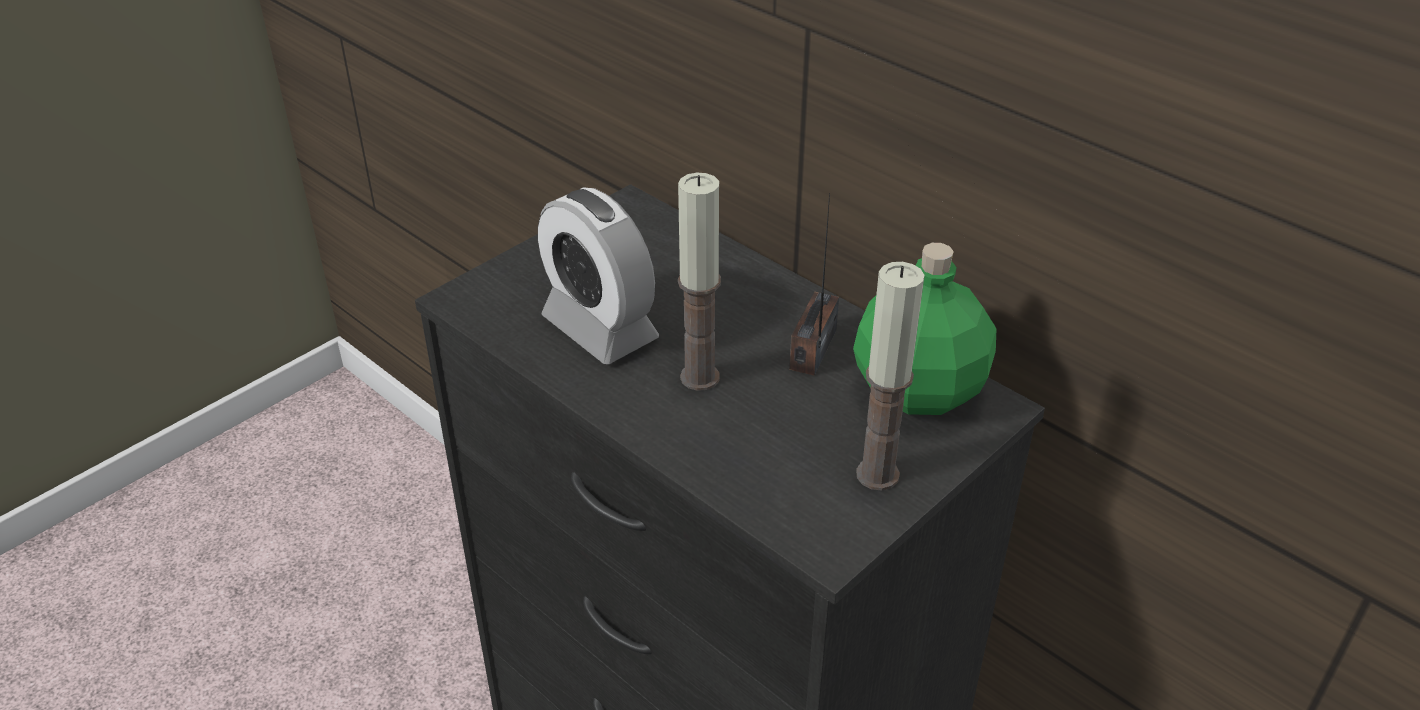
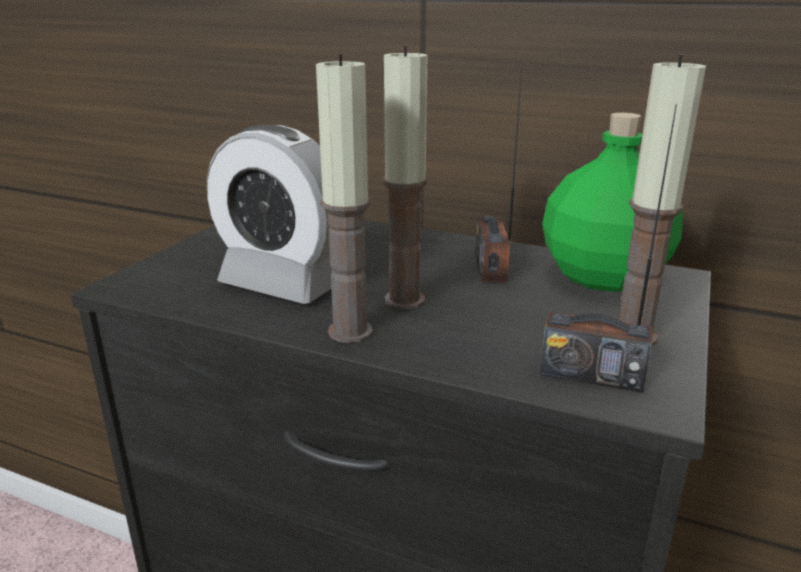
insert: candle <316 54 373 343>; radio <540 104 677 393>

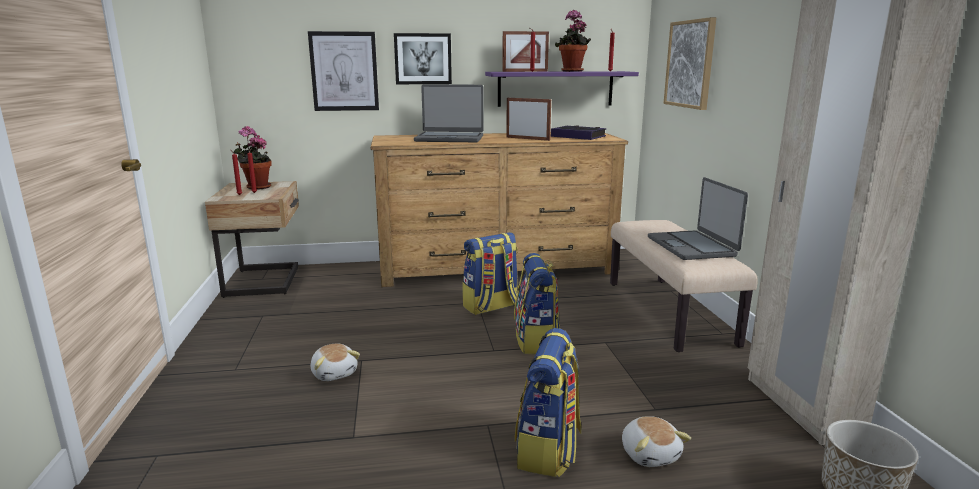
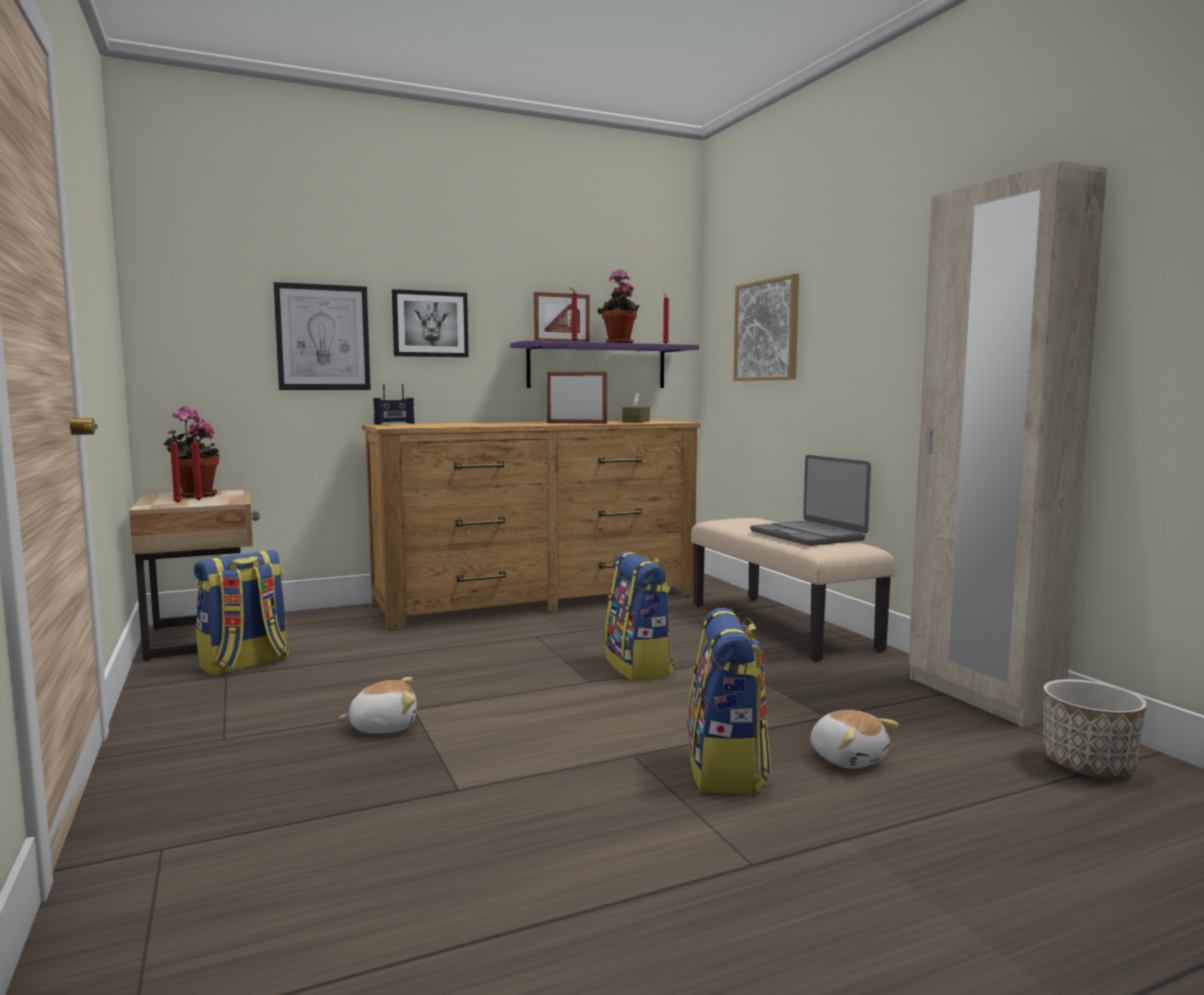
delete: laptop <414 84 484 142>
insert: radio <373 384 415 424>
move: backpack <463 232 518 315> to <194 550 289 675>
replace: book <551 125 606 140> to tissue box/brown <622 393 650 423>
rotate: plush toy <311 343 360 381> = <339 677 417 733> 60 degrees counterclockwise

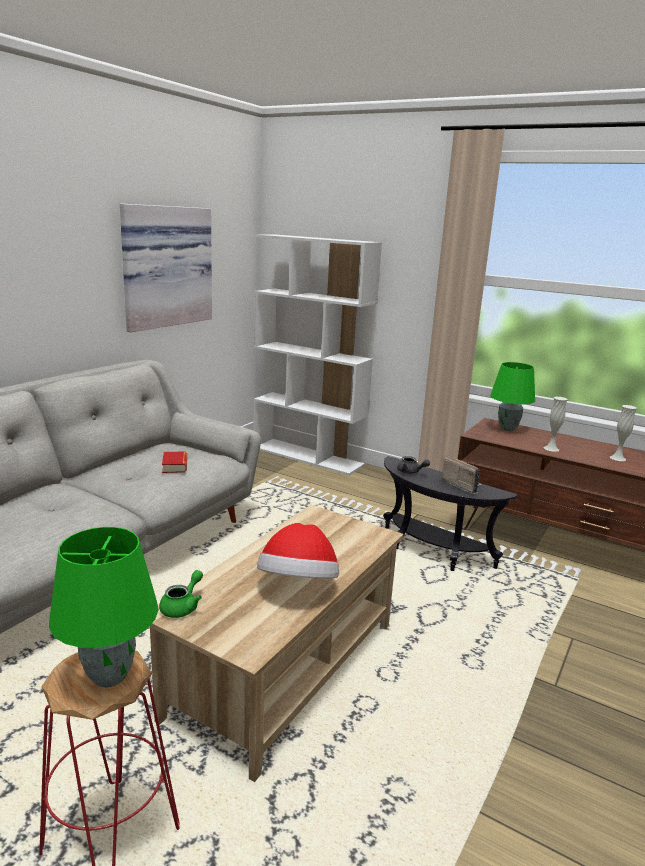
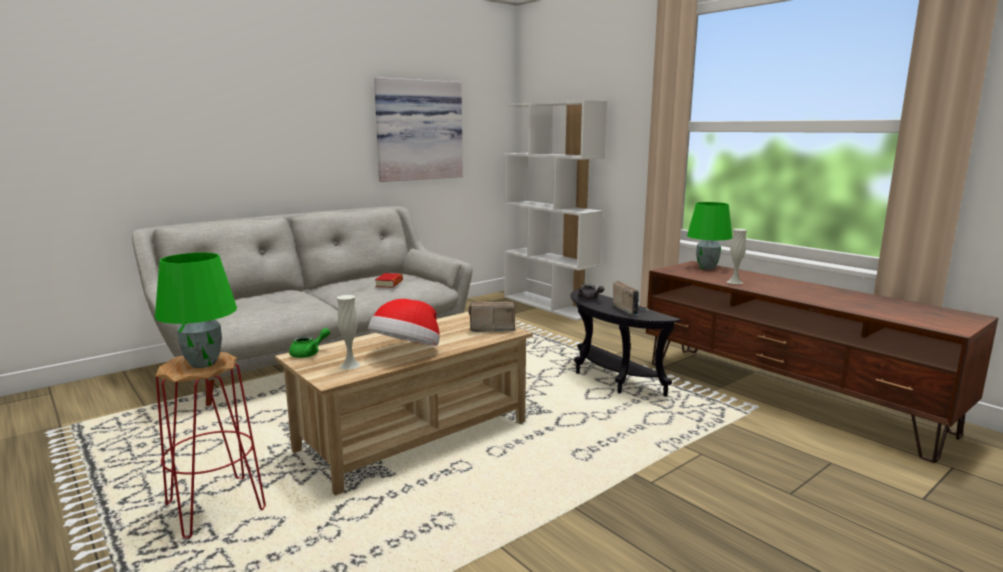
insert: radio <468 302 516 332>
move: vase/white <610 405 637 461> to <337 295 361 369>

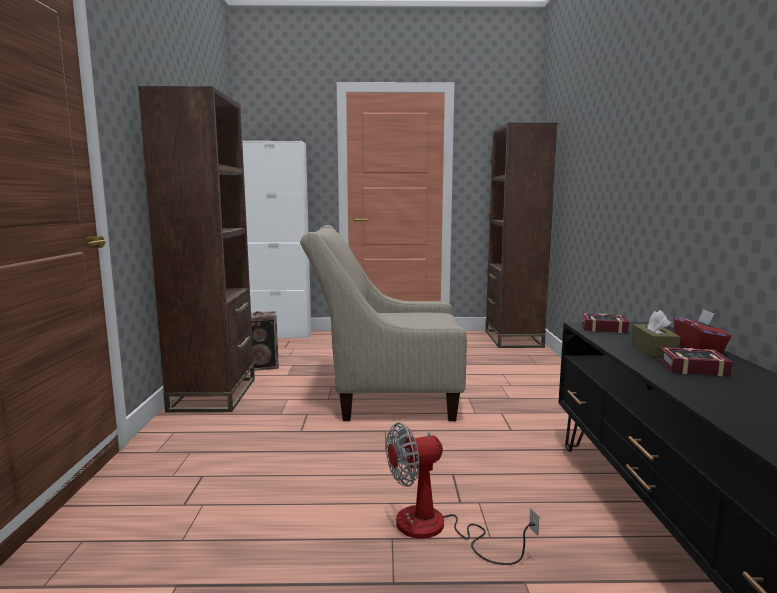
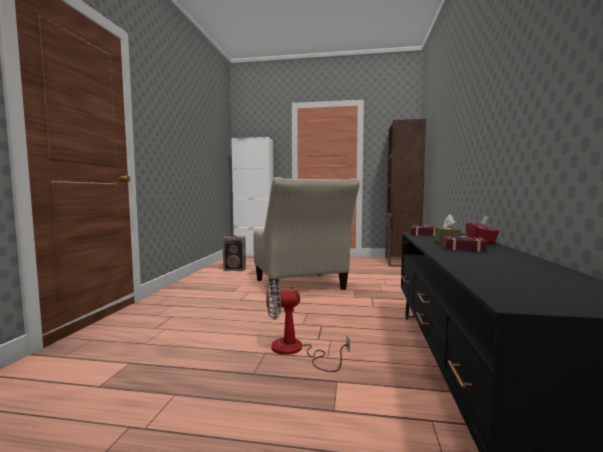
delete: bookcase/brown <138 86 255 412>
rotate: armchair/beige <300 225 467 421> = <253 177 360 296> 120 degrees counterclockwise

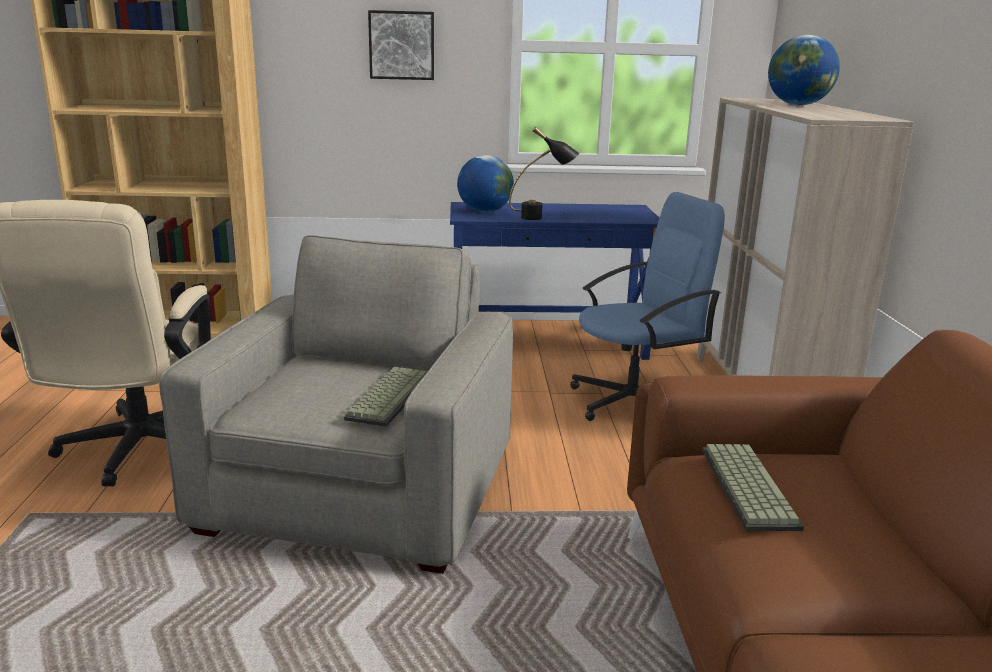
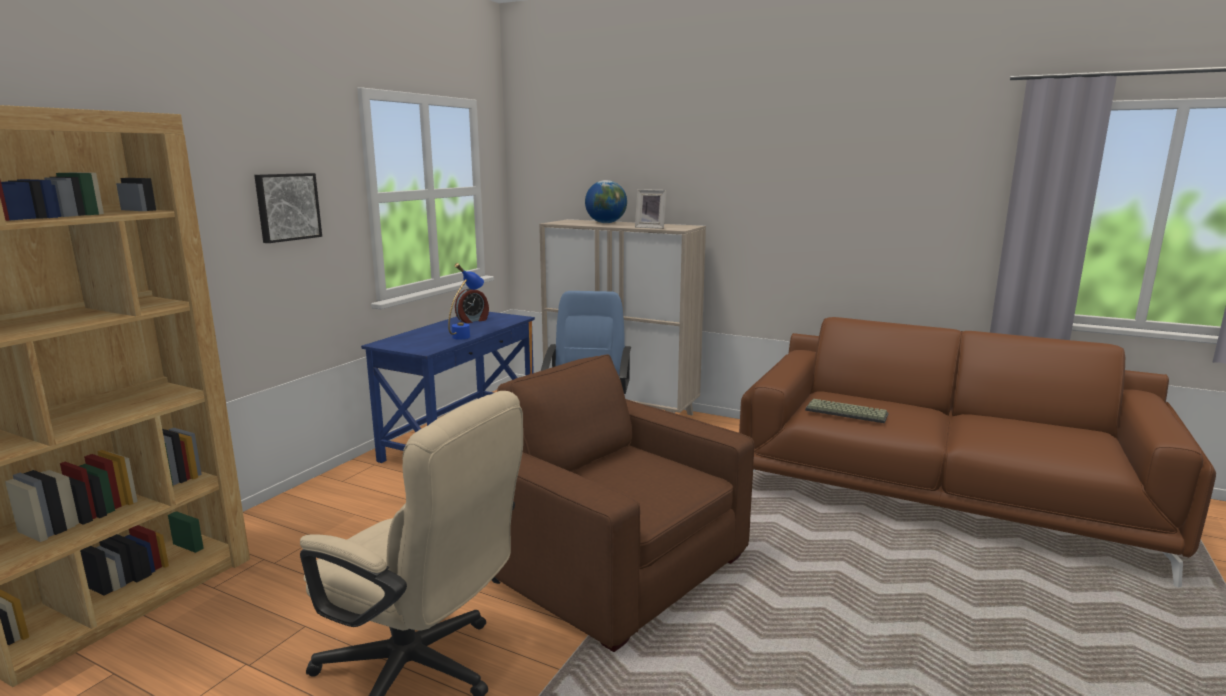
delete: globe <457 155 514 212>; keyboard <344 367 427 427>
insert: picture frame <635 189 667 229>; alarm clock <455 288 489 323>
recolor: table lamp/black <509 127 579 220> to table lamp/blue <448 263 484 340>; armchair/grey <159 235 513 574> to armchair/brown <495 354 755 652>

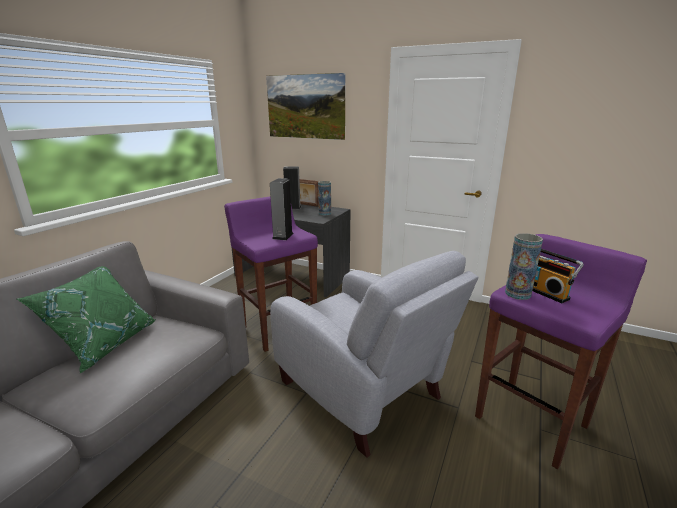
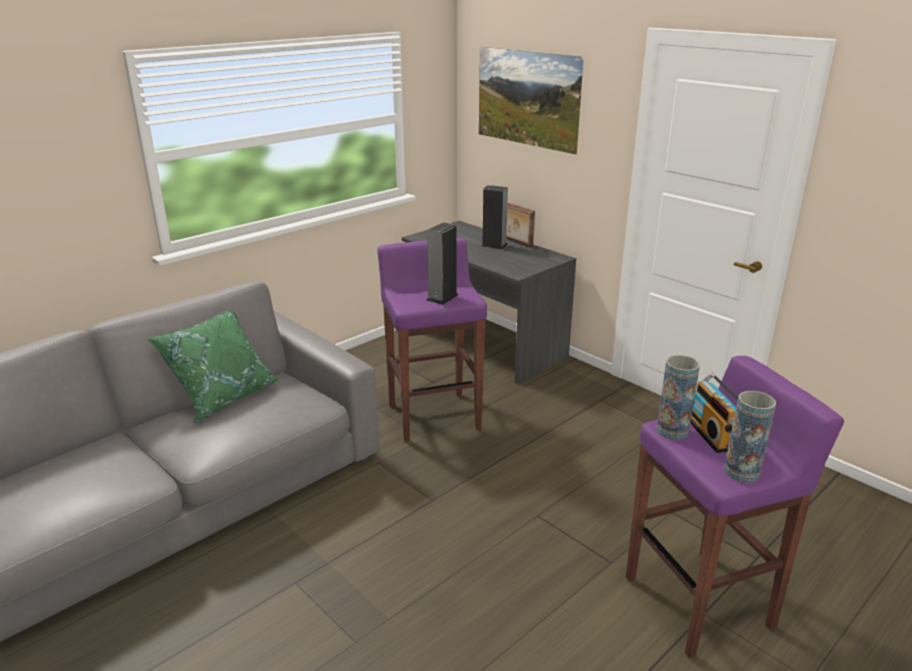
delete: armchair/grey <270 251 479 458>
move: vase <318 181 331 216> to <724 391 776 483>

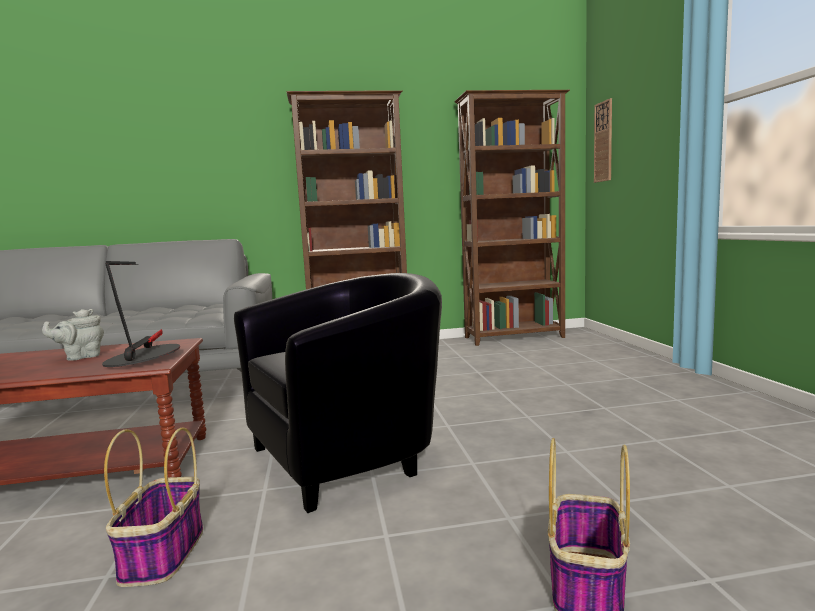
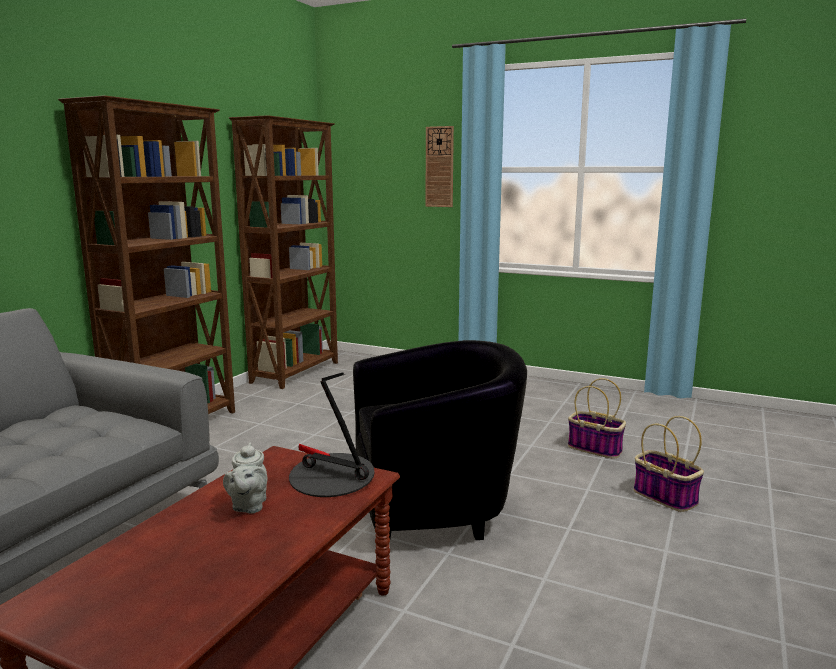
move: wall clock <594 98 612 183> to <426 126 454 207>; basket <104 427 203 587> to <568 378 626 459>
rotate: armchair/black <234 273 442 513> = <353 340 527 544> 75 degrees clockwise

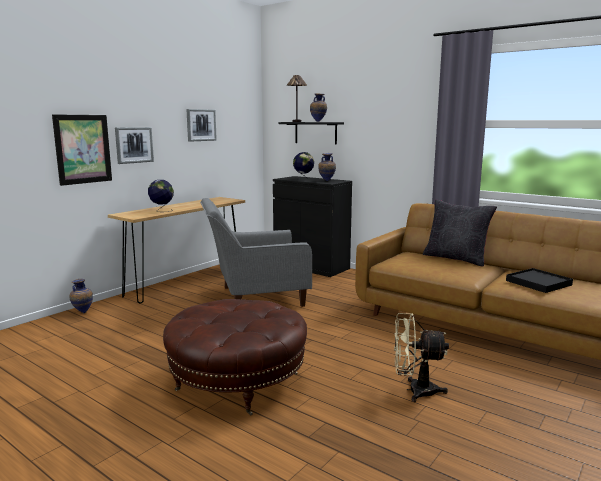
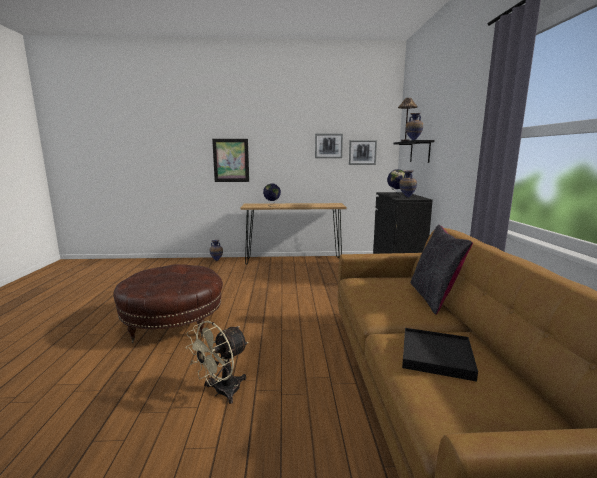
delete: armchair/grey <200 198 312 307>
move: picture <115 127 154 164> to <349 140 377 165>
rotate: fan/beige <394 313 449 402> = <185 321 248 404> 105 degrees counterclockwise

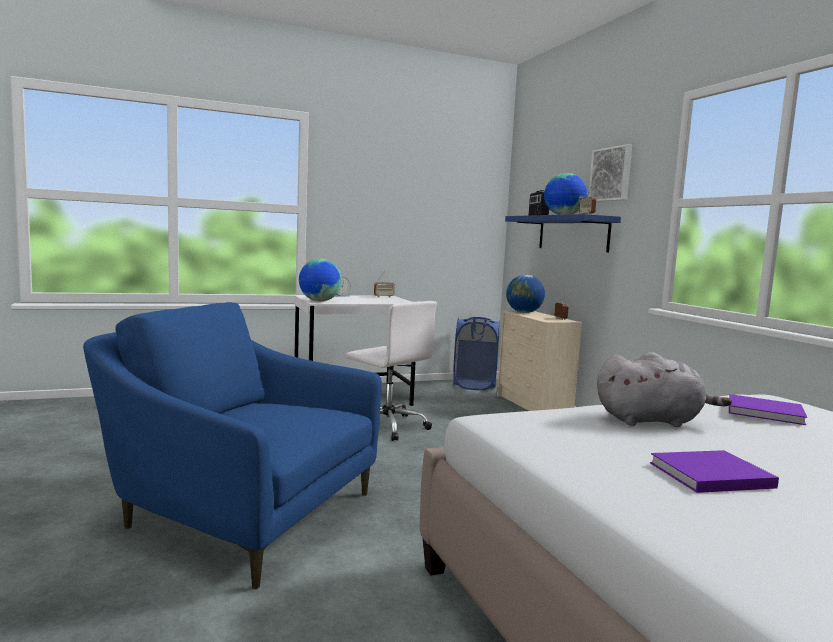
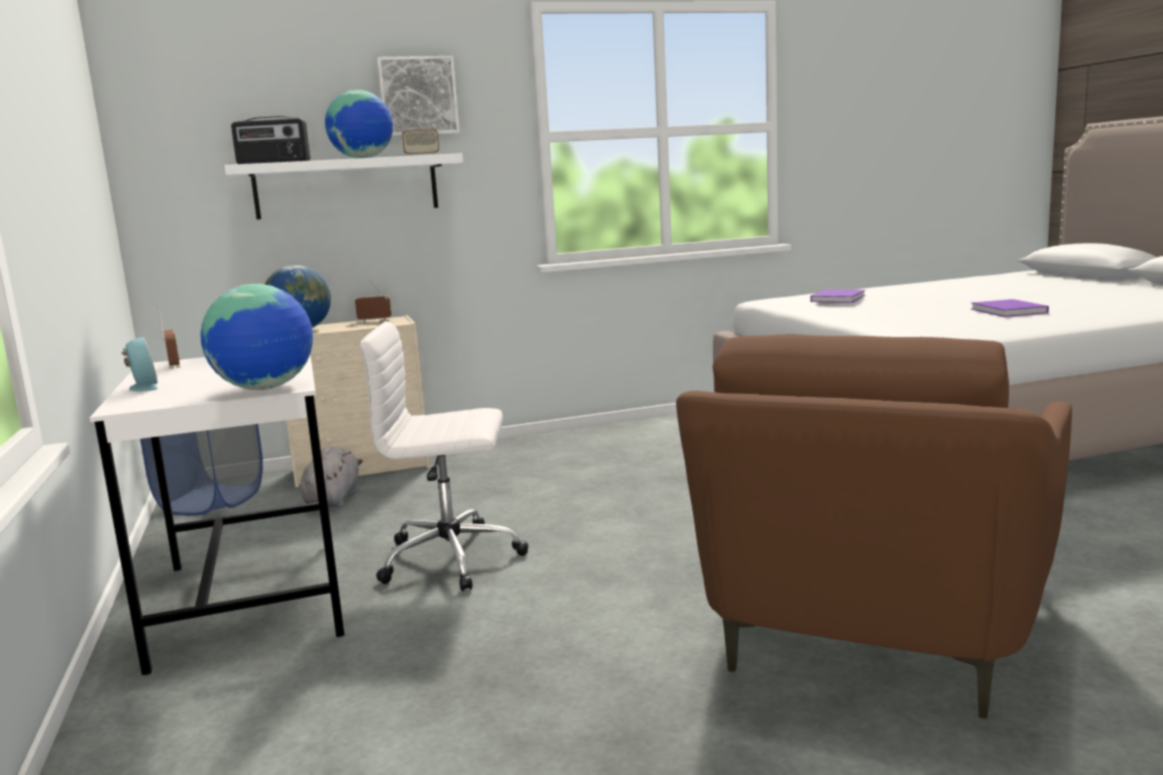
move: plush toy/grey <597 352 732 427> to <300 446 363 507>
recolor: shelf/blue <505 214 621 252> to shelf/white <224 153 463 220>; armchair/blue <83 302 382 589> to armchair/brown <676 335 1072 719>
rotate: office chair/white <345 301 437 441> = <360 321 528 591> 135 degrees counterclockwise

